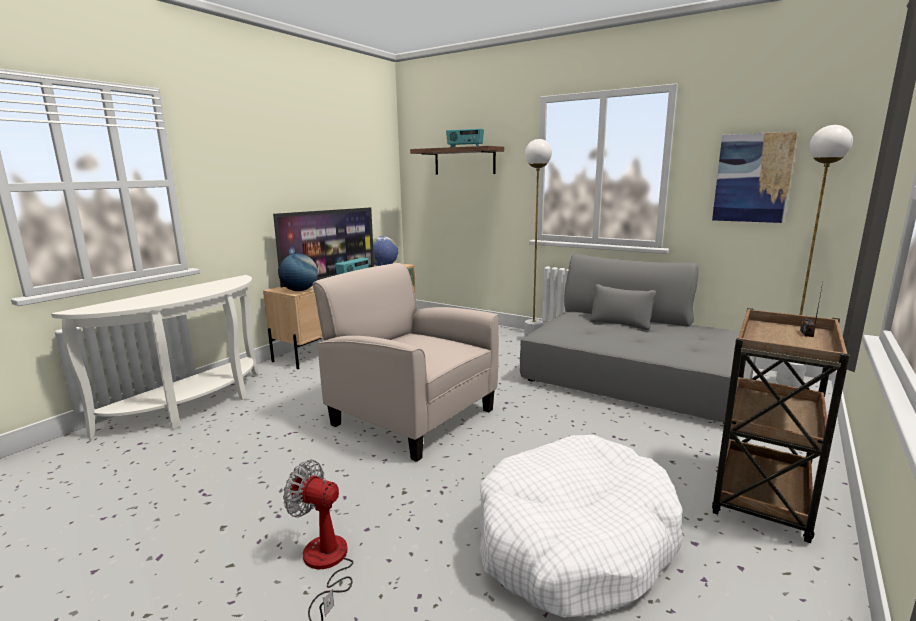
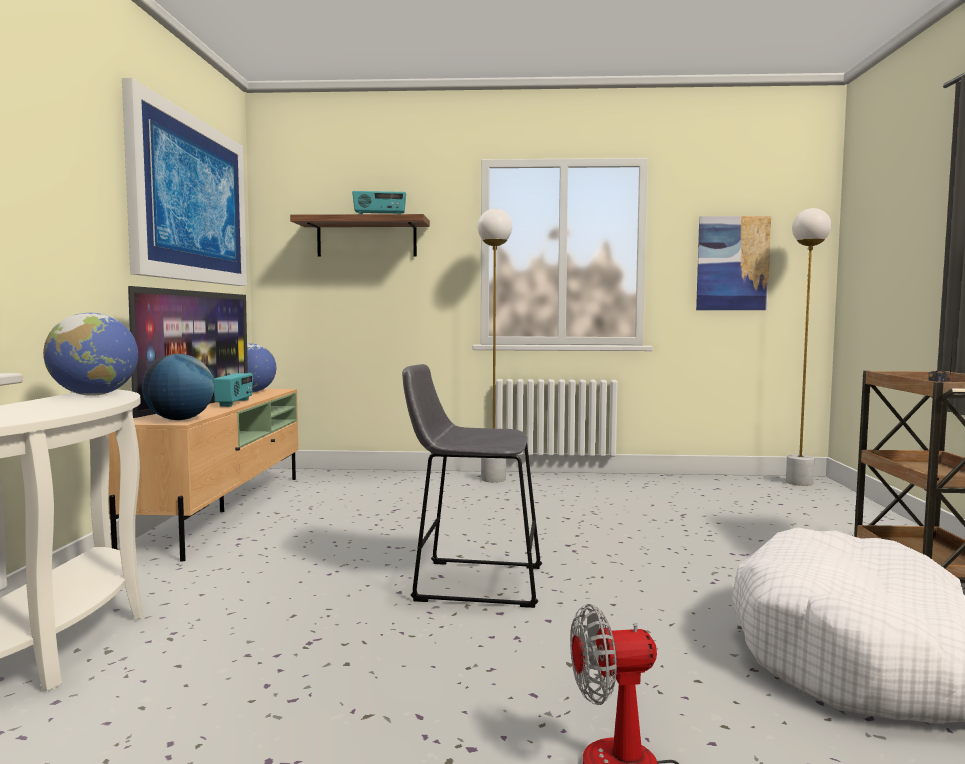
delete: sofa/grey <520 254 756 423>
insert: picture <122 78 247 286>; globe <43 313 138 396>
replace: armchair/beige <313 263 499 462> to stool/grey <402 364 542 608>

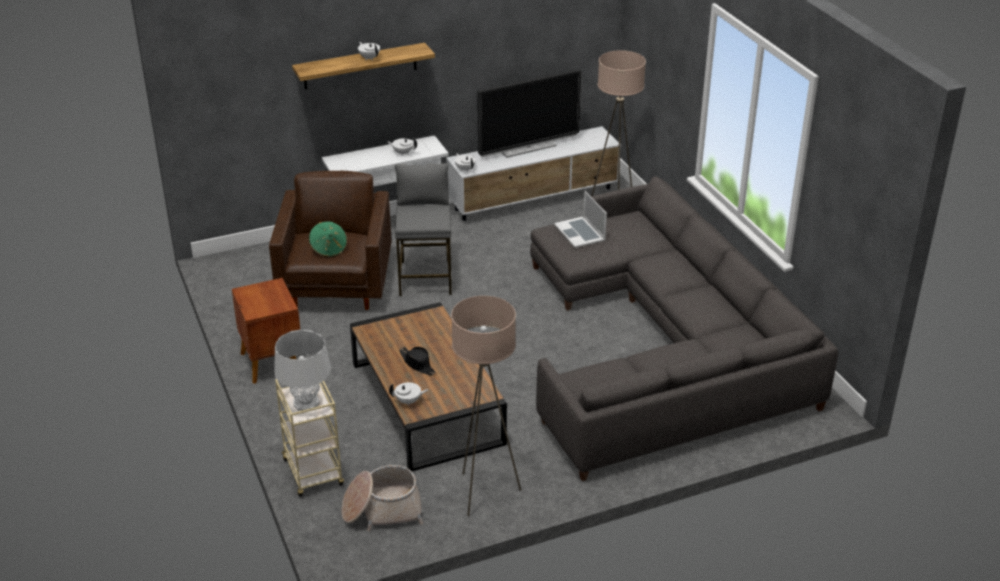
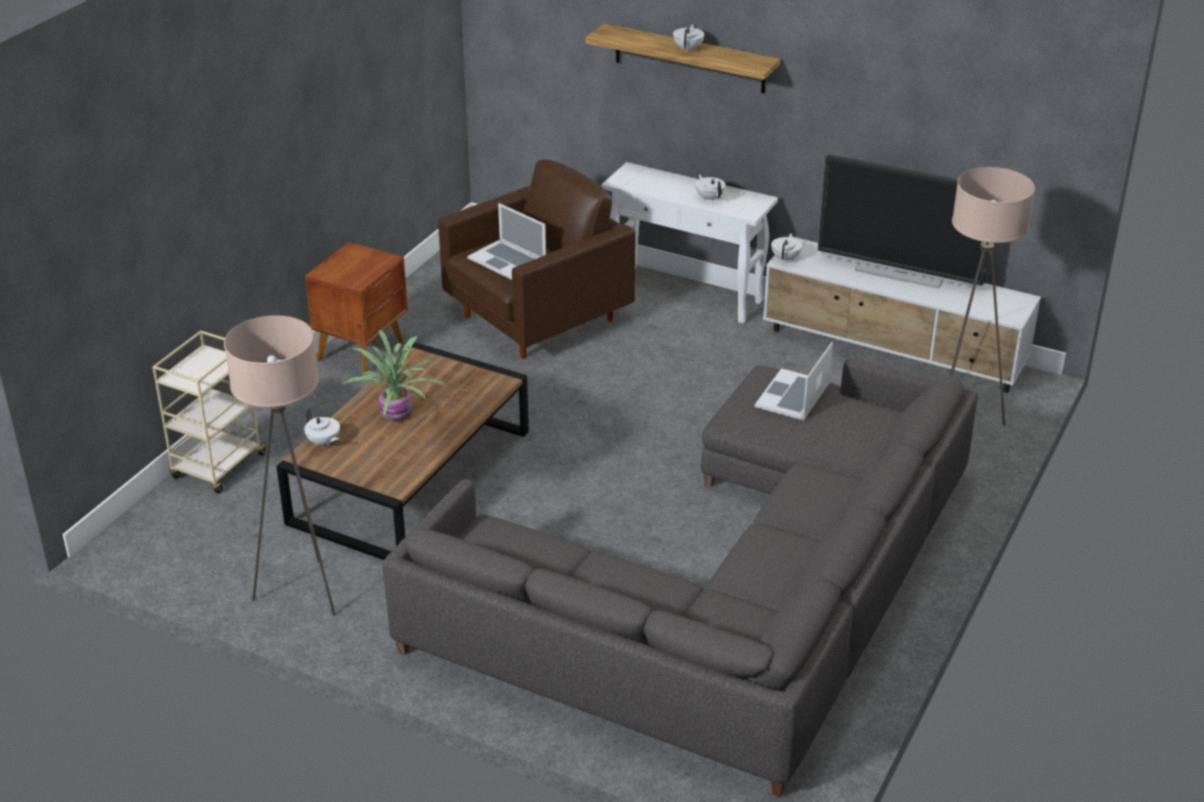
delete: stool/grey <395 163 452 296>; table lamp/grey <274 329 331 411>; basket <342 465 424 531>
replace: hat/green <309 221 347 257> to laptop <468 203 546 280>; hat/black <399 347 436 375> to potted plant <341 330 446 421>

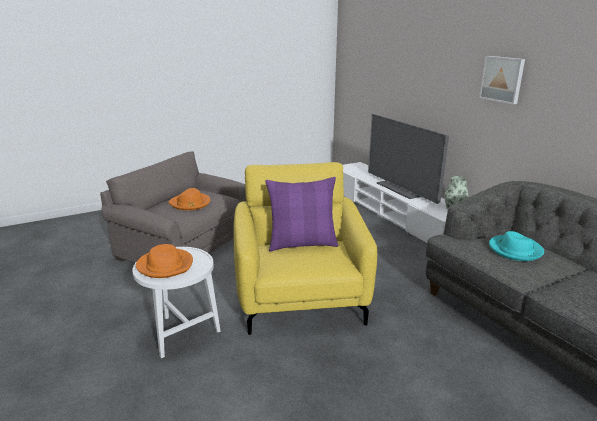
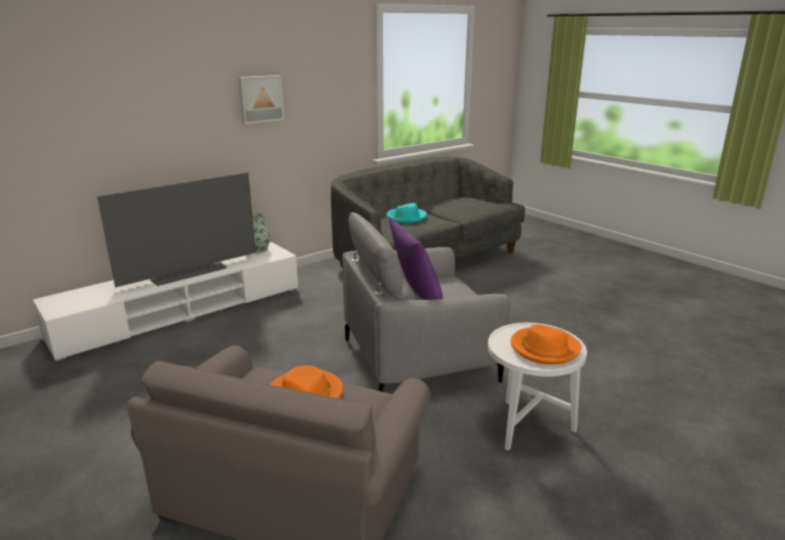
recolor: armchair/yellow <233 162 377 335> to armchair/grey <342 212 510 392>

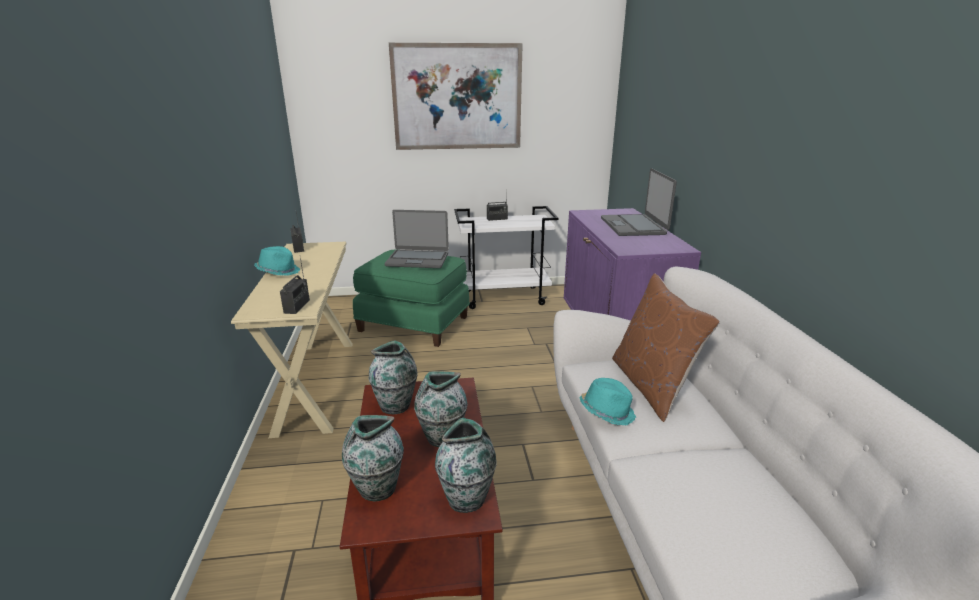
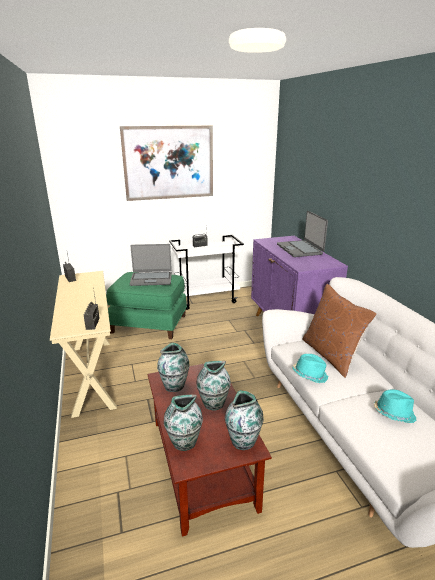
move: hat/turquoise <254 246 300 276> to <374 389 416 423>

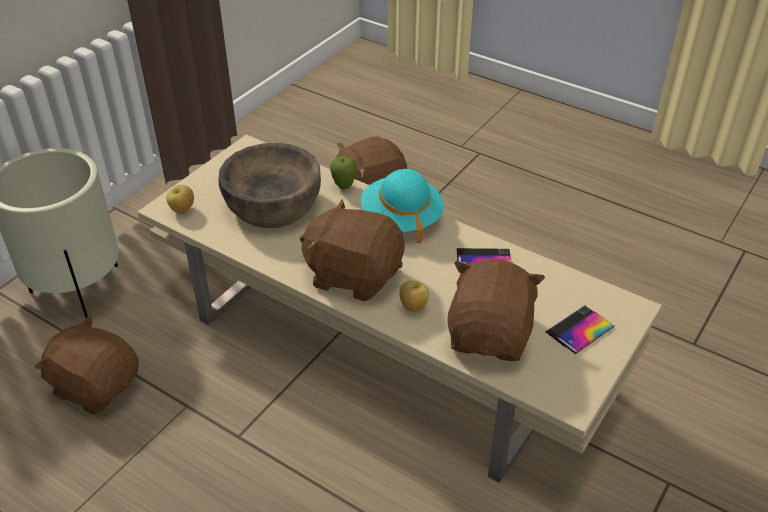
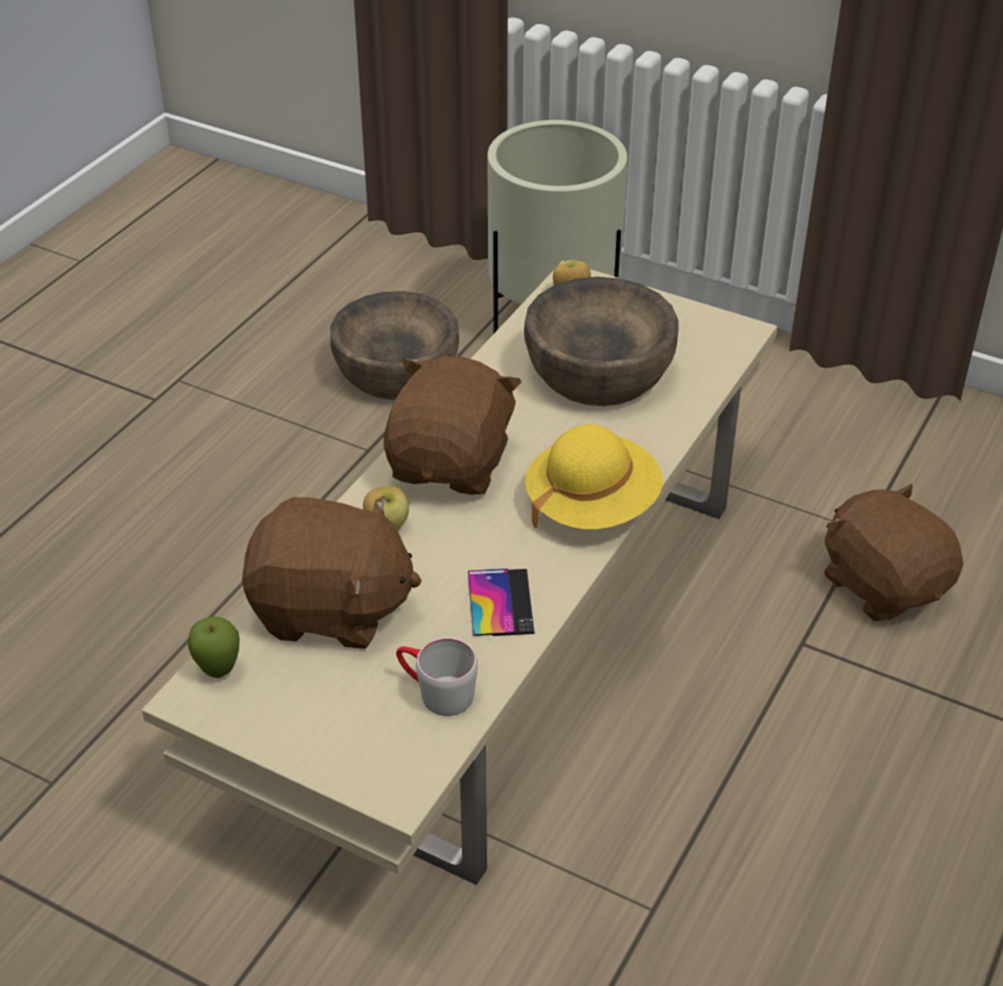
delete: phone <546 305 615 354>
insert: mug/grey <396 638 478 716>
move: apple <330 156 357 189> to <188 616 240 678>
replace: plush toy/brown <34 315 139 415> to bowl/brown <330 291 459 400>
recolor: hat/turquoise <361 169 444 243> to hat/yellow <525 424 663 530>

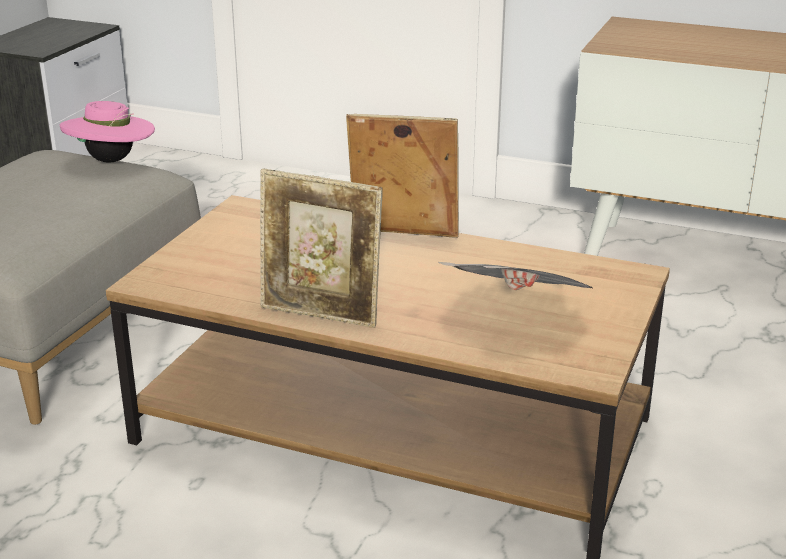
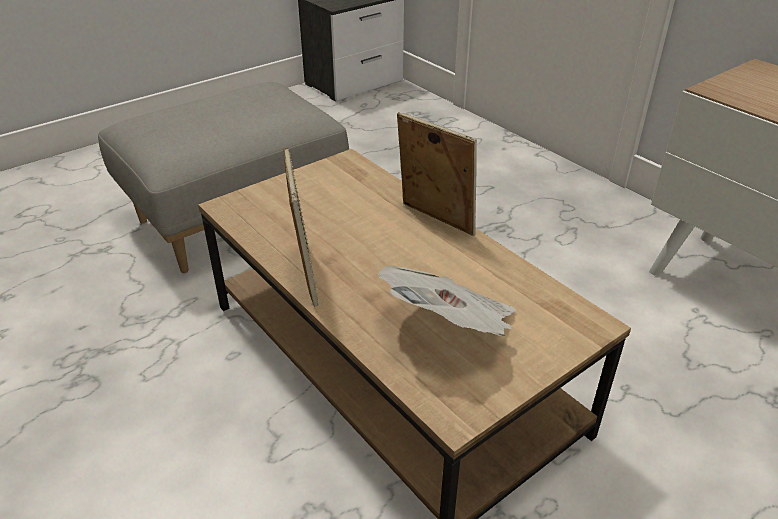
delete: hat/pink <60 101 155 162>
rotate: picture frame <260 168 383 328> = <283 148 319 306> 150 degrees counterclockwise

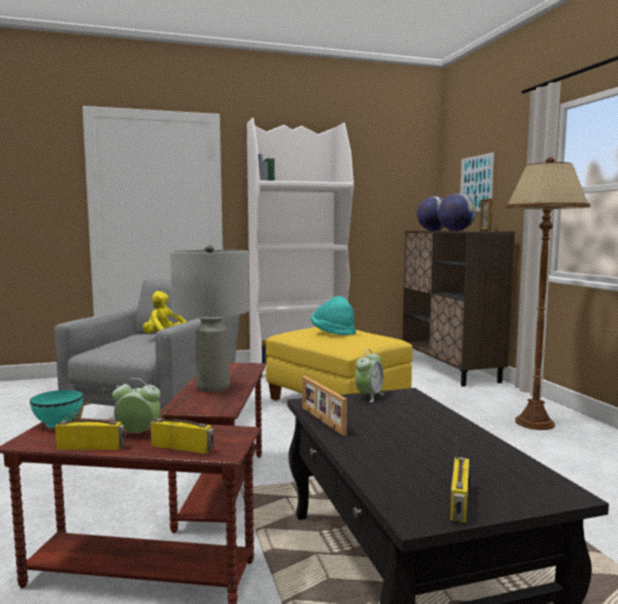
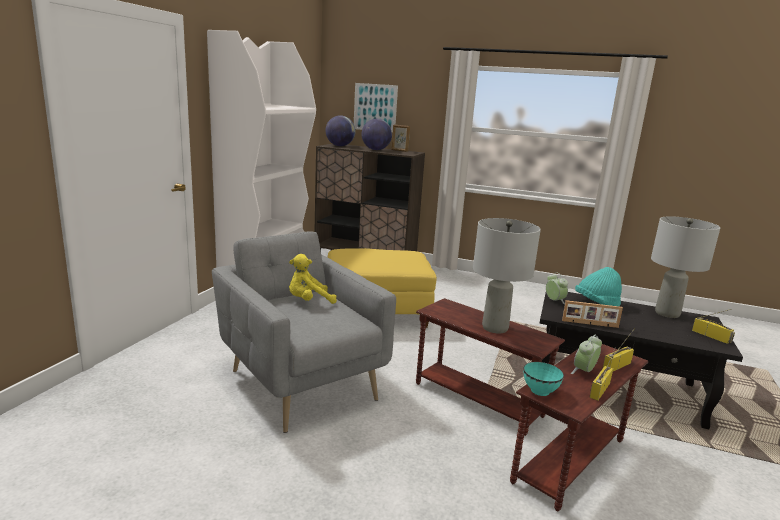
delete: floor lamp/brown <505 157 590 430>
insert: table lamp/grey <651 216 720 318>
move: hat/turquoise <311 296 356 336> to <575 267 622 306>

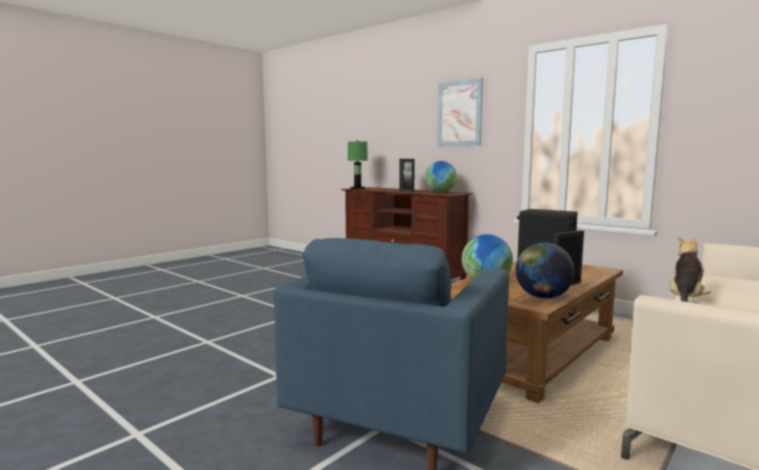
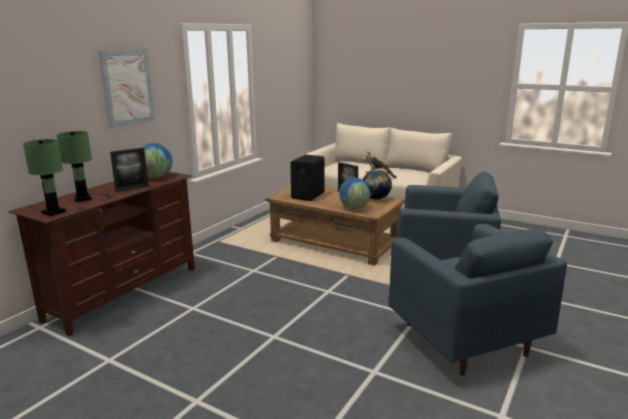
insert: table lamp/green <56 131 92 202>; armchair/blue <388 224 567 376>

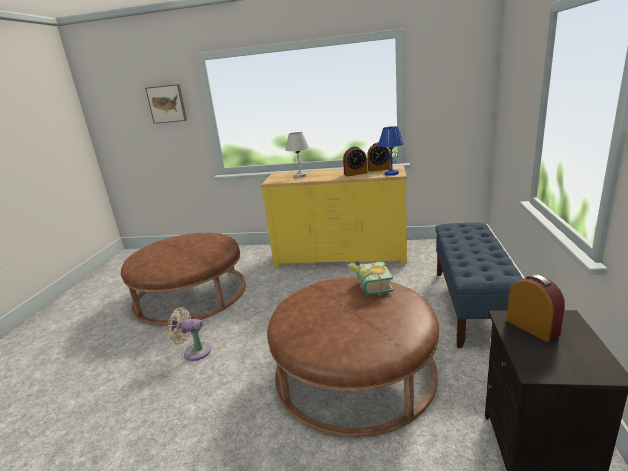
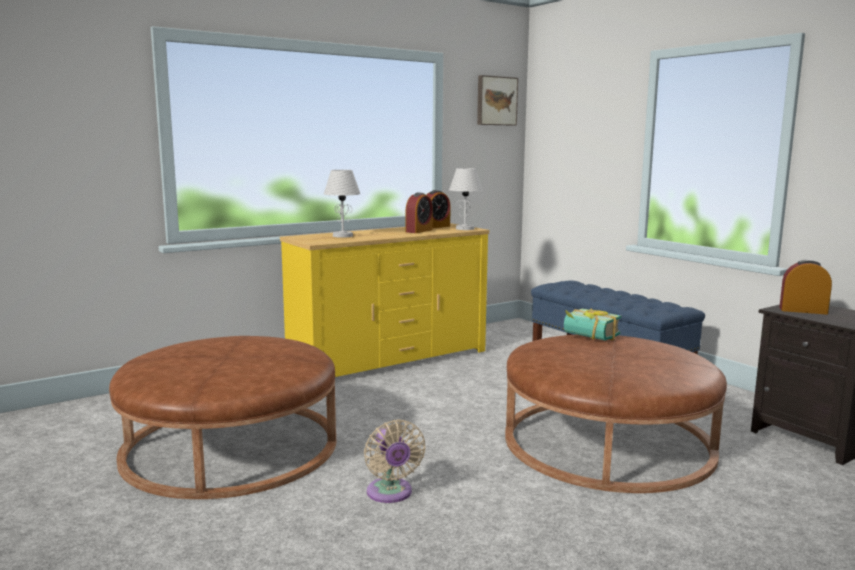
move: picture <145 84 187 124> to <477 75 518 126>
recolor: table lamp/blue <378 126 404 176> to table lamp/white <449 168 483 230>
rotate: fan/beige <168 307 211 361> = <364 419 426 503> 75 degrees counterclockwise

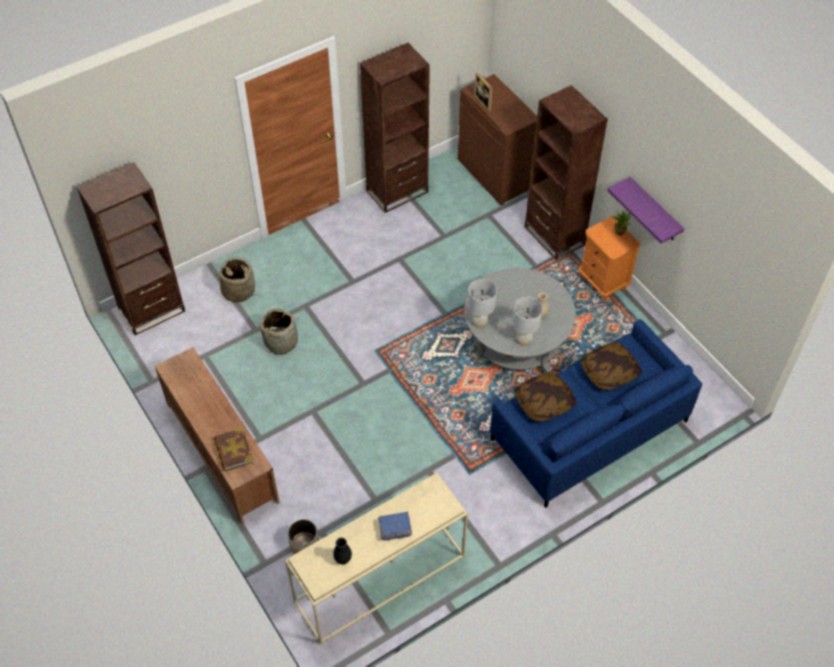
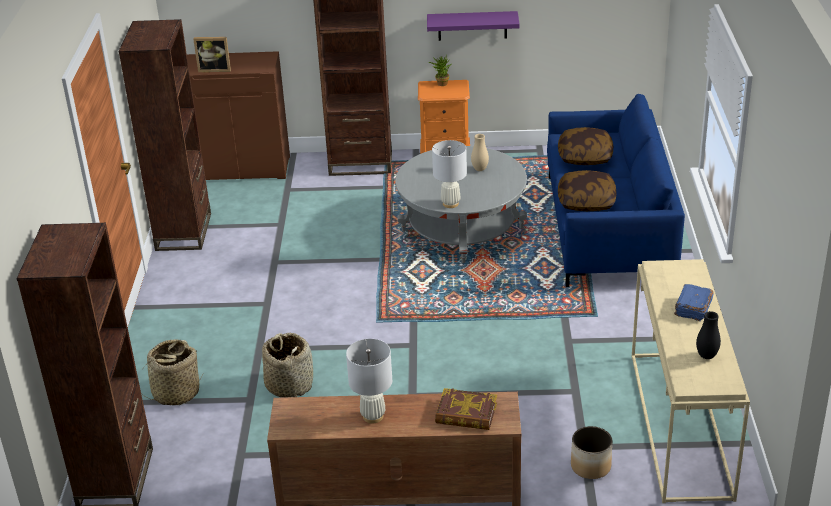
move: table lamp/white <512 297 543 346> to <346 339 392 424>

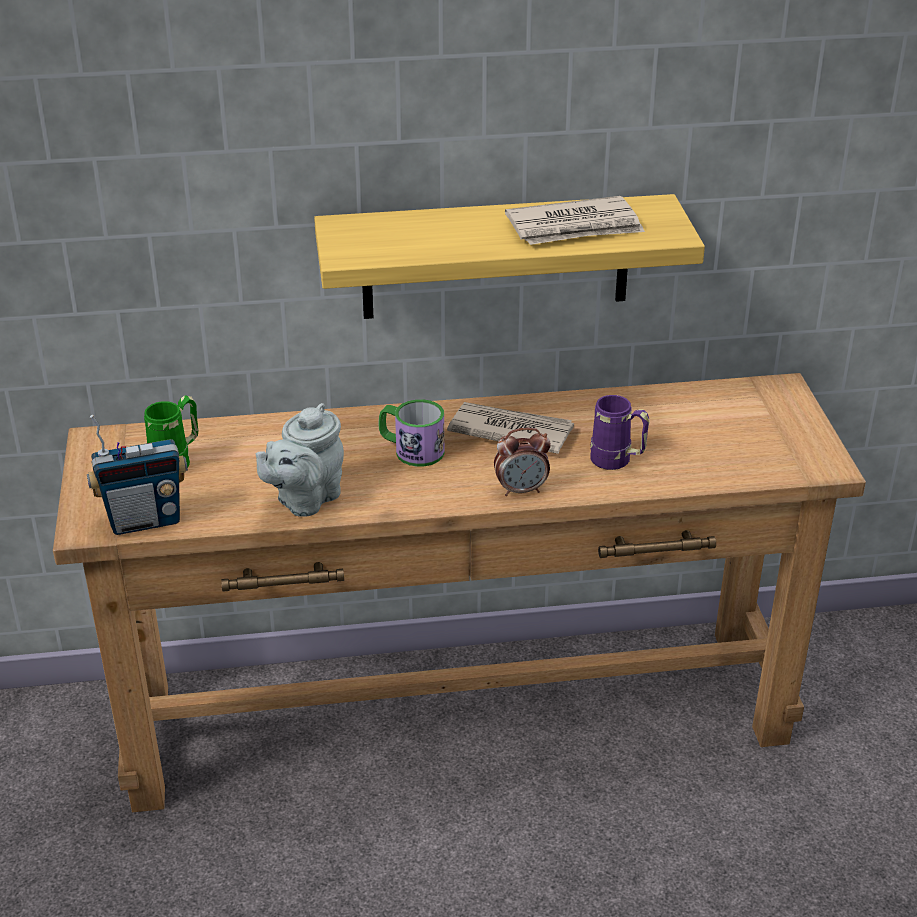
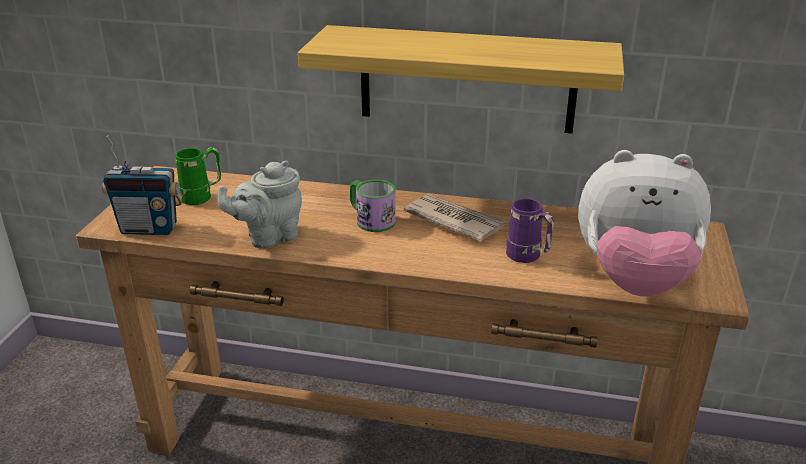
delete: newspaper <505 196 645 245>; alarm clock <494 428 551 496>
insert: plush toy <578 150 711 297>

